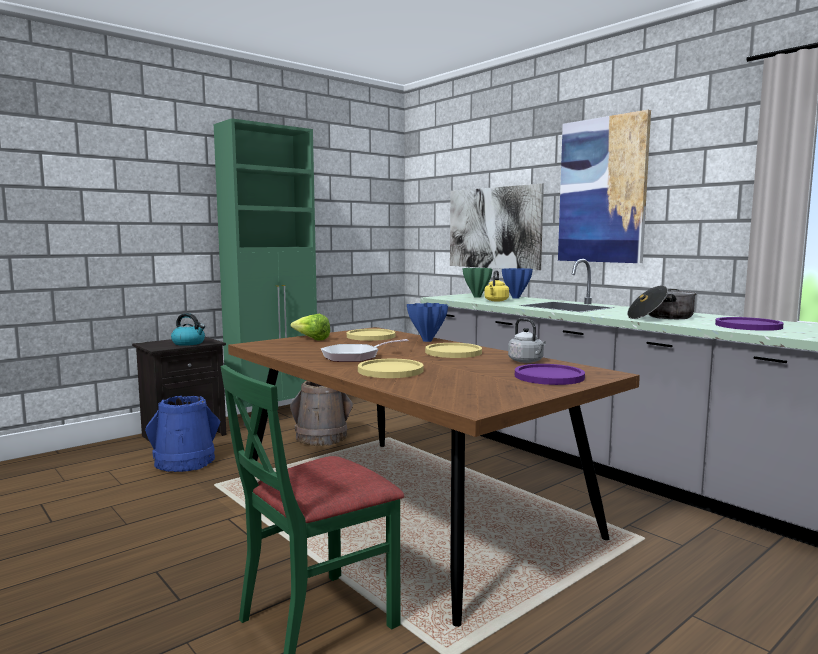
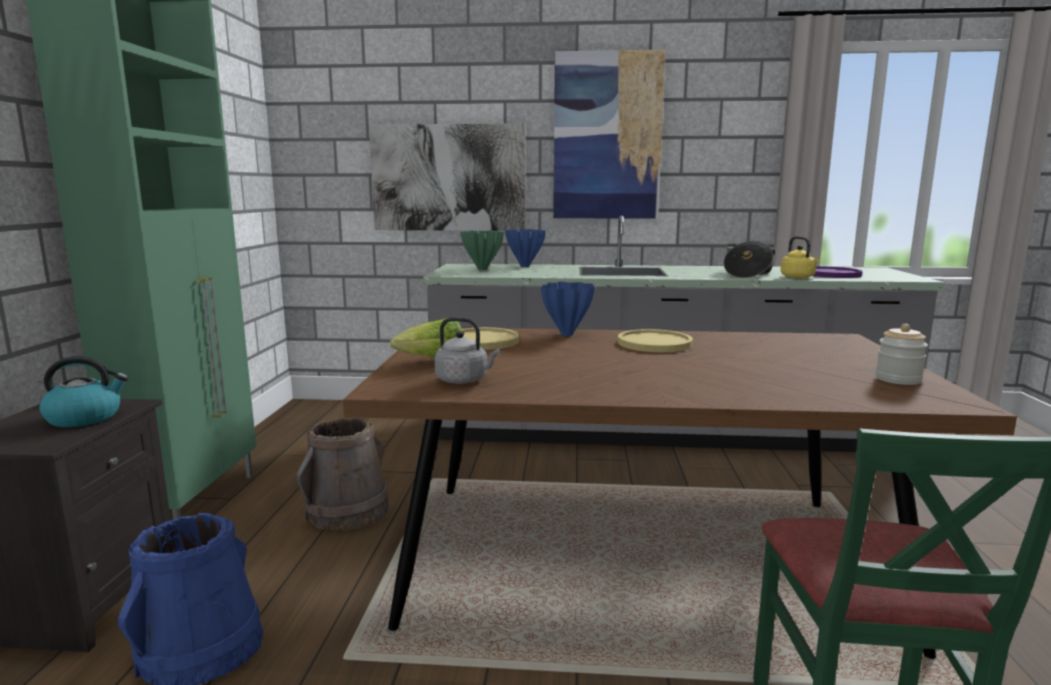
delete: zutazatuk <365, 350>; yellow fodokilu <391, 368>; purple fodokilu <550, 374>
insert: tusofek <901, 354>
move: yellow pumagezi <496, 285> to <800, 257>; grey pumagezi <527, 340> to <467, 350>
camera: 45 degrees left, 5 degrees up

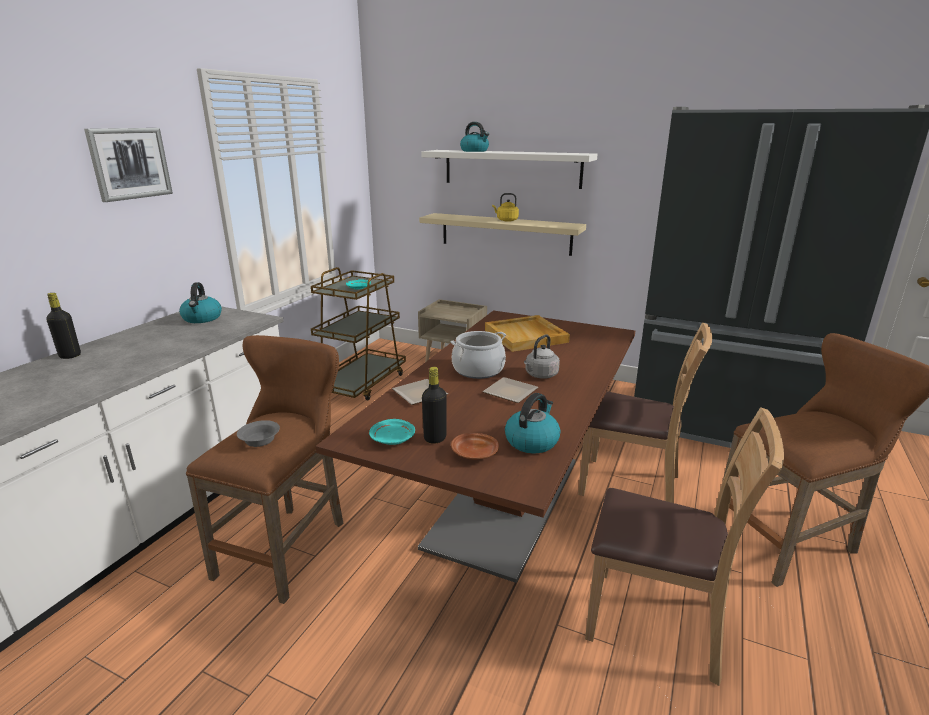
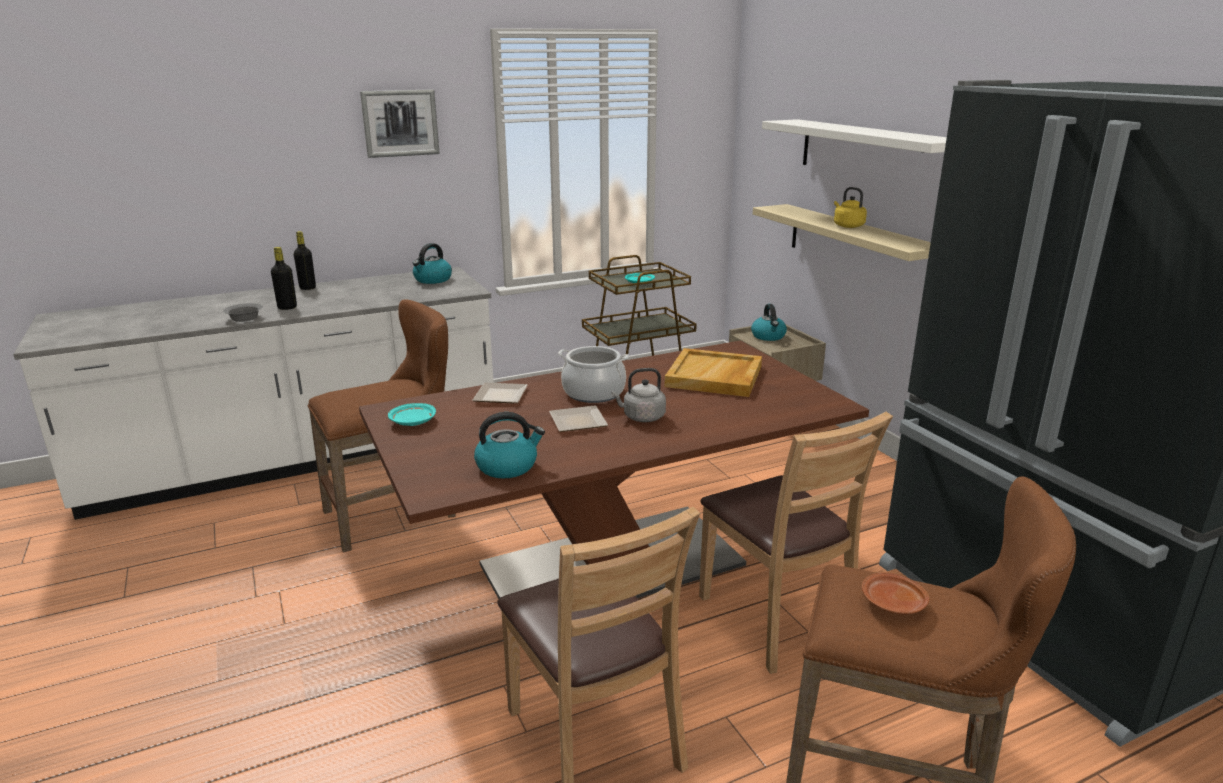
move: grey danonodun <258, 433> to <243, 312>; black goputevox <434, 405> to <284, 278>; brown fodokilu <475, 446> to <895, 593>; pumagezi <474, 137> to <769, 322>
camera: 40 degrees right, 0 degrees up

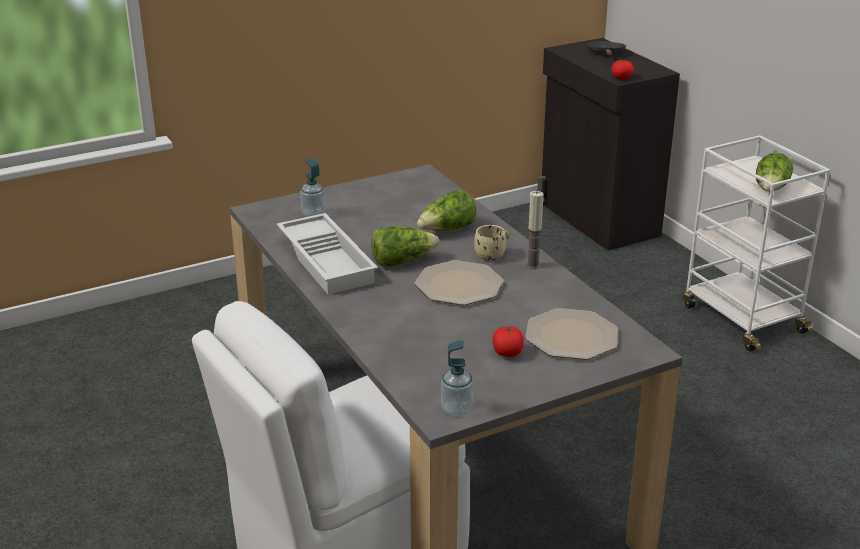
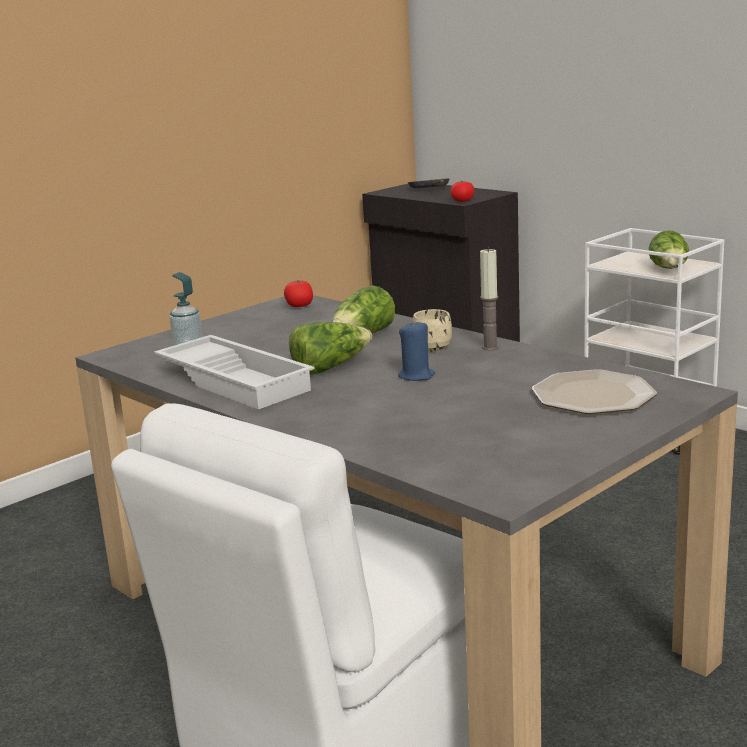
delete: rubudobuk <457, 378>
move: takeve <508, 341> to <298, 293>
replace: fodokilu <459, 282> to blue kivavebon <416, 351>
camera: 15 degrees left, 10 degrees down

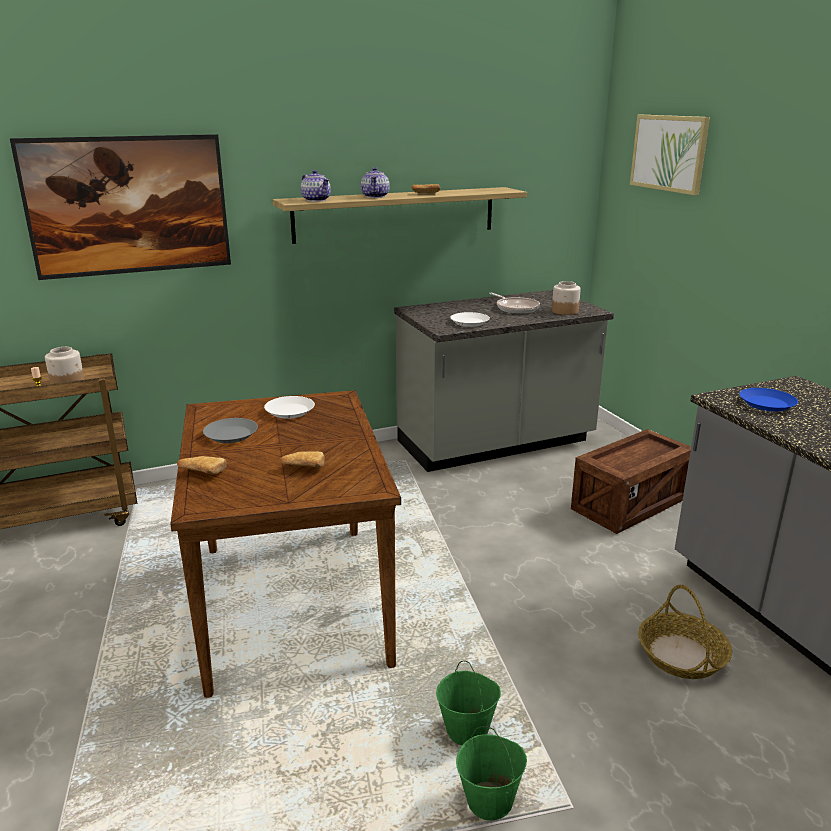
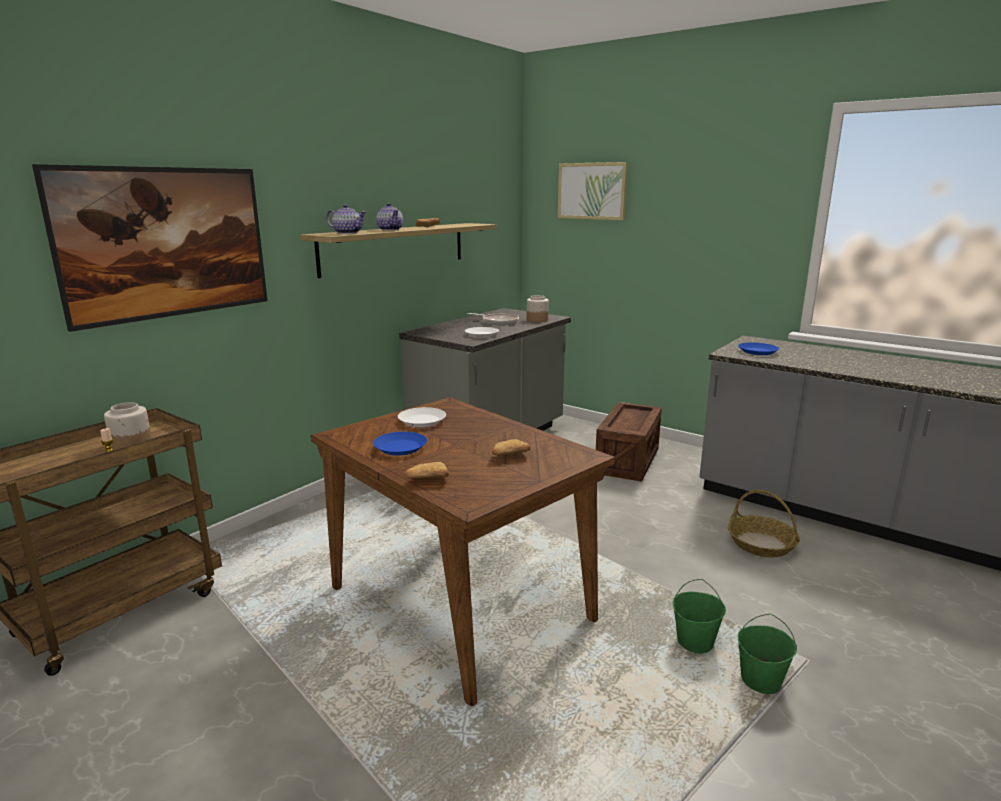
recolor: grey fodokilu <230, 430> to blue fodokilu <400, 444>
camera: 30 degrees left, 5 degrees down

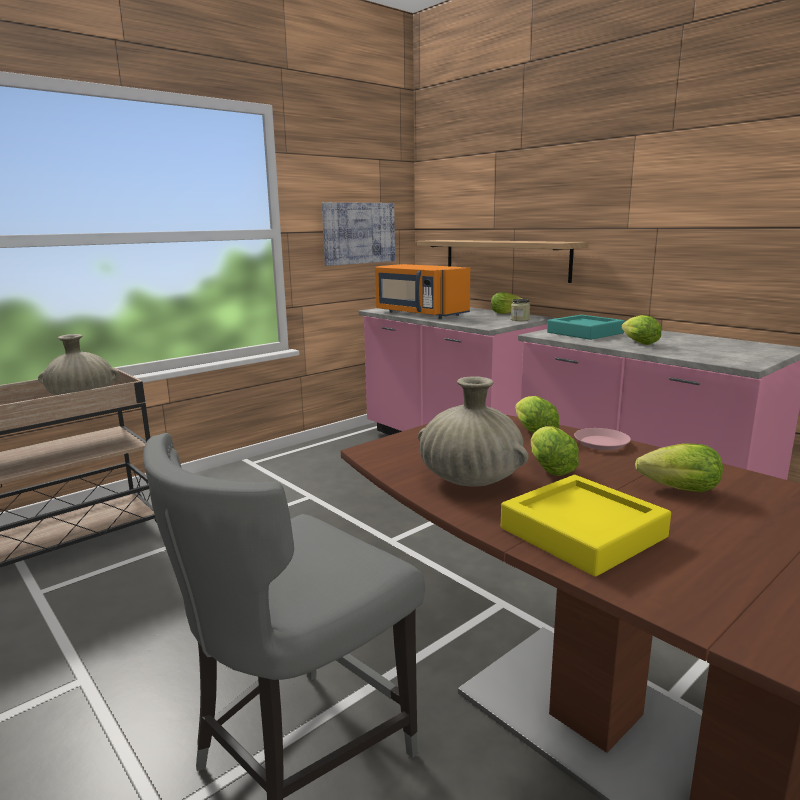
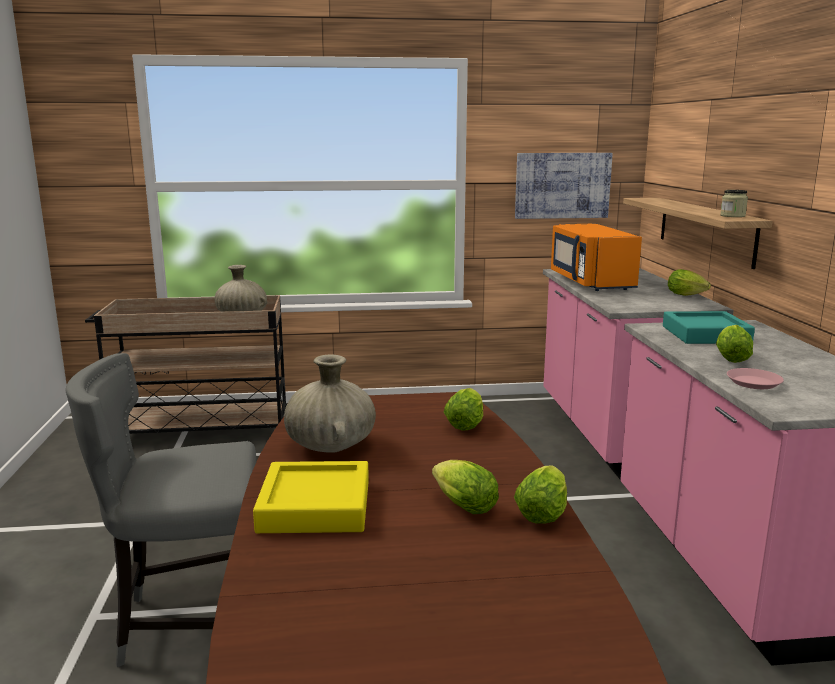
move: tusofek <520, 310> to <734, 203>; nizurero <555, 451> to <540, 494>; pink fodokilu <602, 439> to <755, 378>
camera: 35 degrees right, 0 degrees up

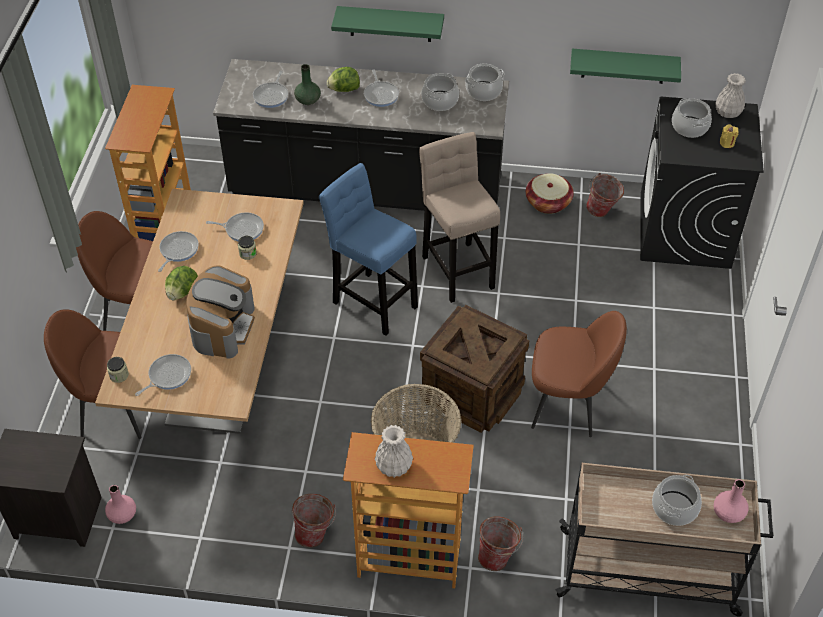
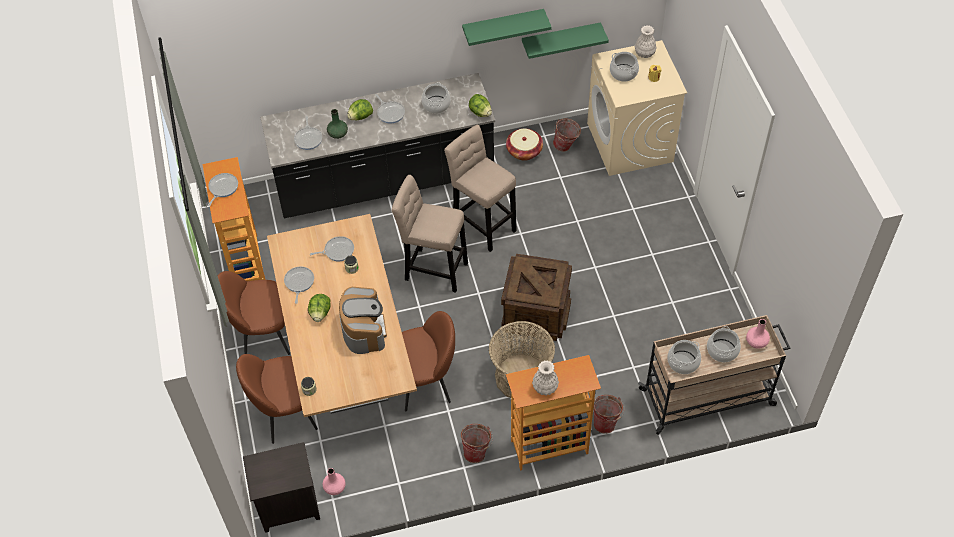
insert: nizurero <480, 105>
move: zutazatuk <163, 375> to <223, 189>; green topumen <387, 24> to <507, 27>; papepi <485, 82> to <684, 357>; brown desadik <579, 374> to <428, 361>
recolor: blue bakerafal <368, 249> to beige bakerafal <429, 234>; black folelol <702, 183> to beige folelol <637, 108>
camera: 20 degrees left, 5 degrees up

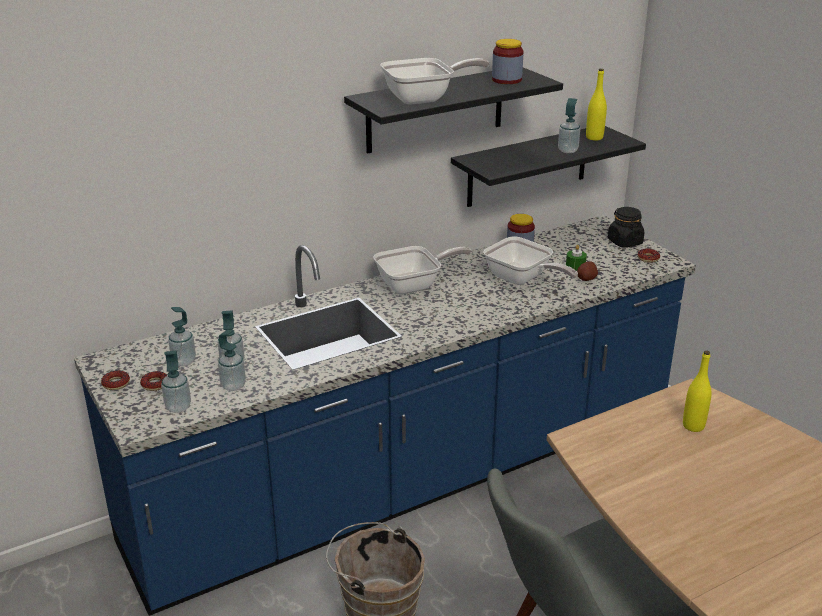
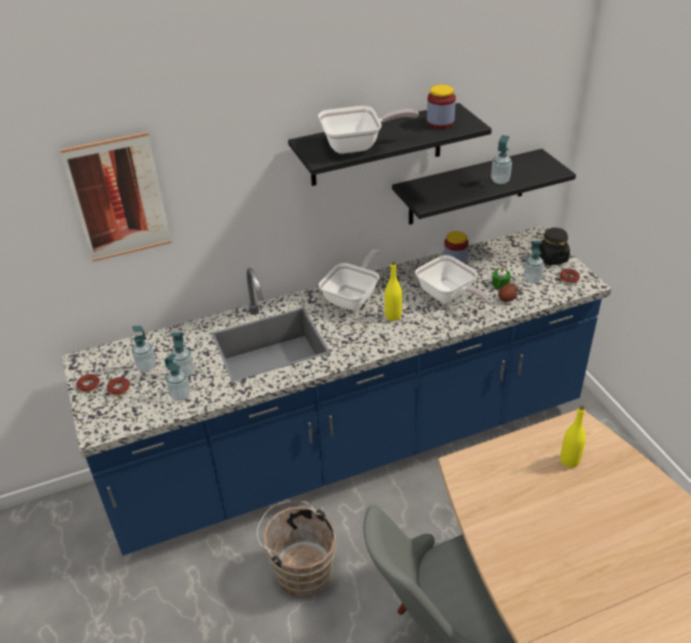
insert: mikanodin <116, 197>
move: rubudobuk <176, 381> to <534, 262>; yellow goputevox <596, 105> to <393, 291>
rotate: zutazatuk <422, 270> = <349, 279> 45 degrees counterclockwise
camera: 10 degrees right, 10 degrees up

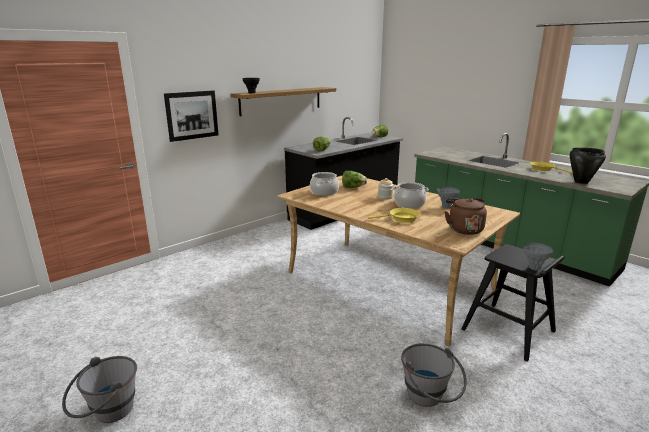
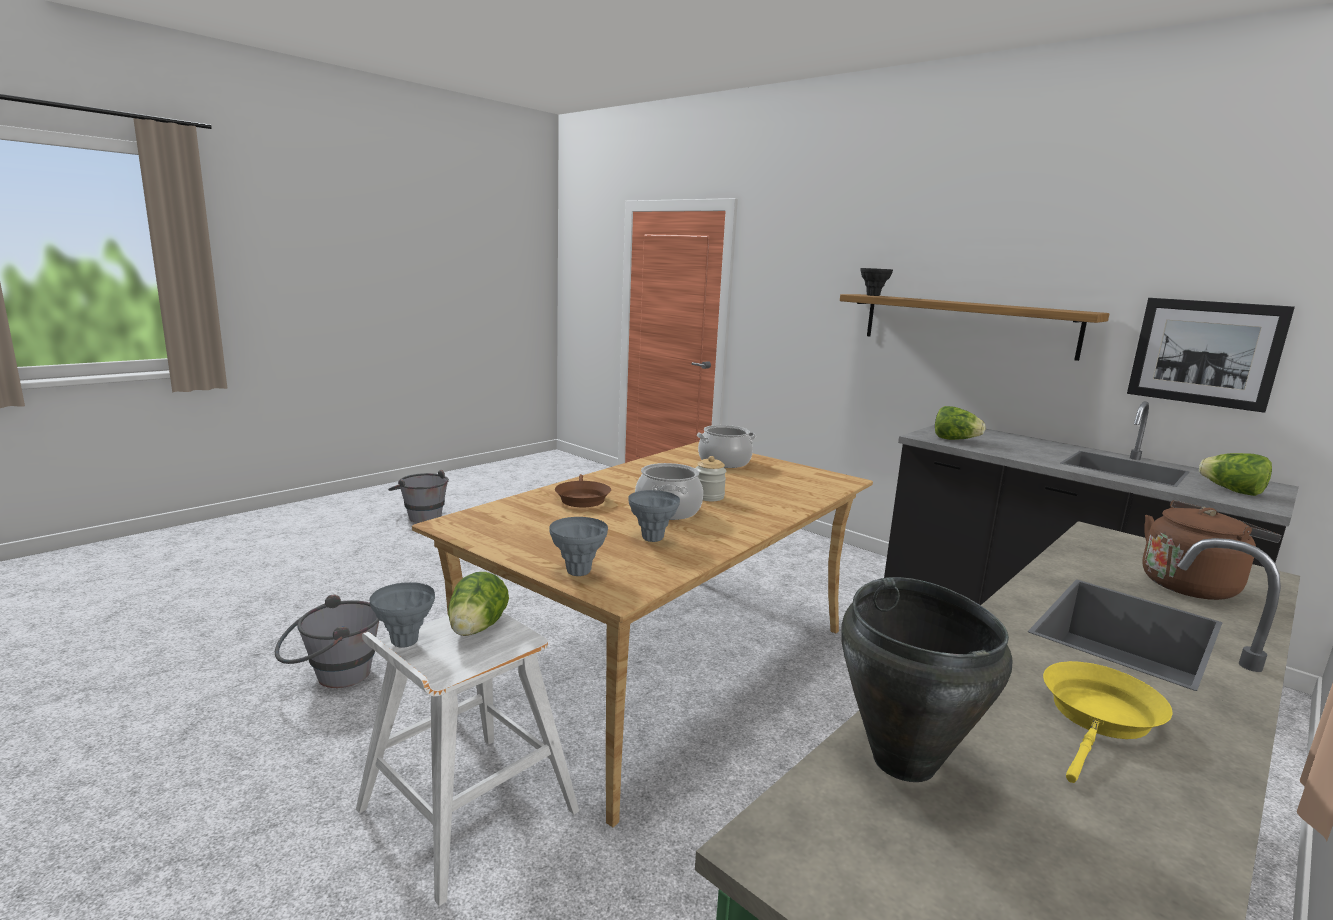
insert: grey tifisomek <578, 546>
move: mikanodin <191, 116> to <1211, 355>; nizurero <354, 179> to <478, 604>; brown pumagezi <466, 216> to <1211, 550>
recolor: yellow zutazatuk <394, 215> to brown zutazatuk <583, 490>; black bakerafal <513, 303> to white bakerafal <467, 759>
camera: 85 degrees right, 5 degrees down

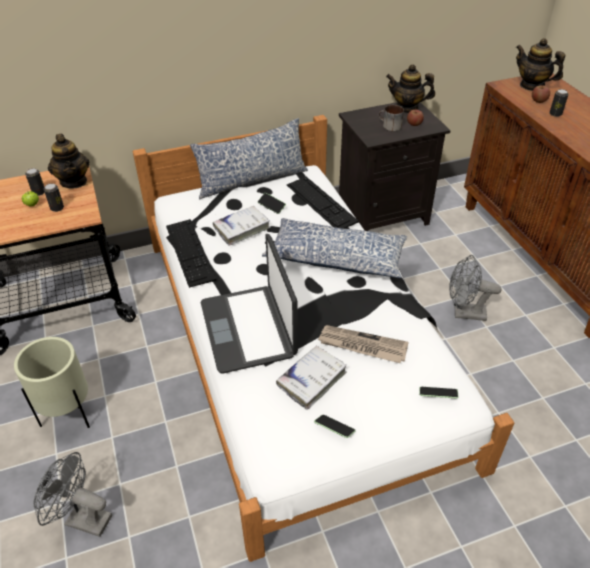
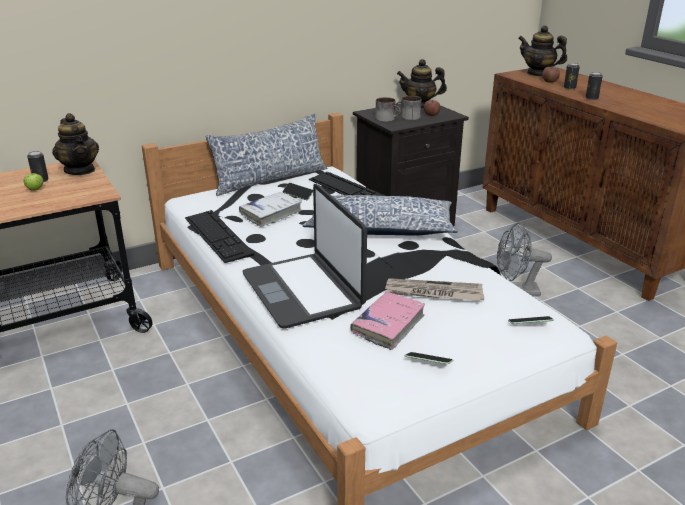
delete: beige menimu <52, 382>
insert: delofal <388, 109>
move: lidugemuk <54, 197> to <594, 86>
recolor: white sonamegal <311, 377> to pink sonamegal <387, 321>
camera: 10 degrees left, 15 degrees down

